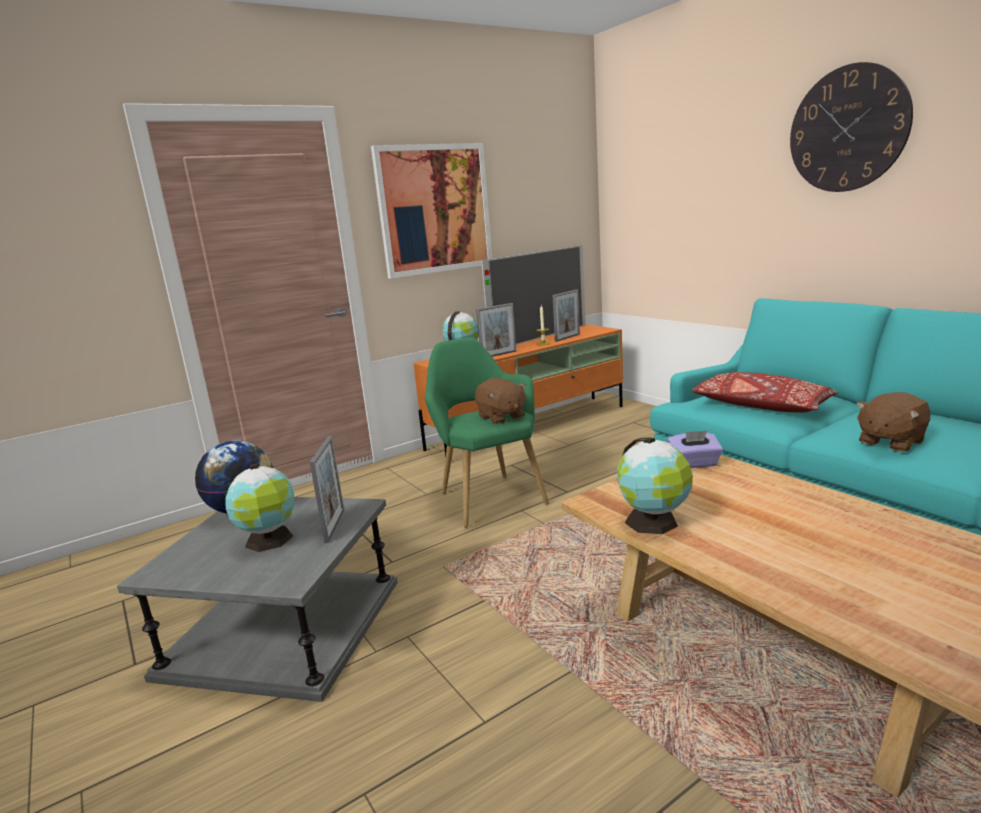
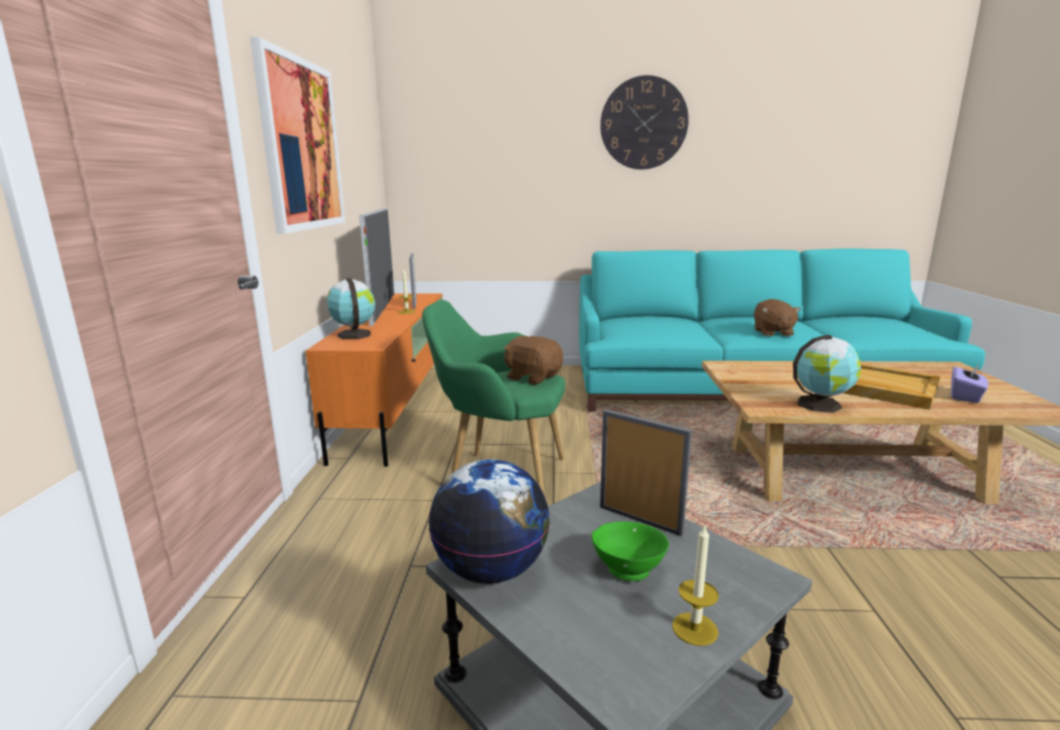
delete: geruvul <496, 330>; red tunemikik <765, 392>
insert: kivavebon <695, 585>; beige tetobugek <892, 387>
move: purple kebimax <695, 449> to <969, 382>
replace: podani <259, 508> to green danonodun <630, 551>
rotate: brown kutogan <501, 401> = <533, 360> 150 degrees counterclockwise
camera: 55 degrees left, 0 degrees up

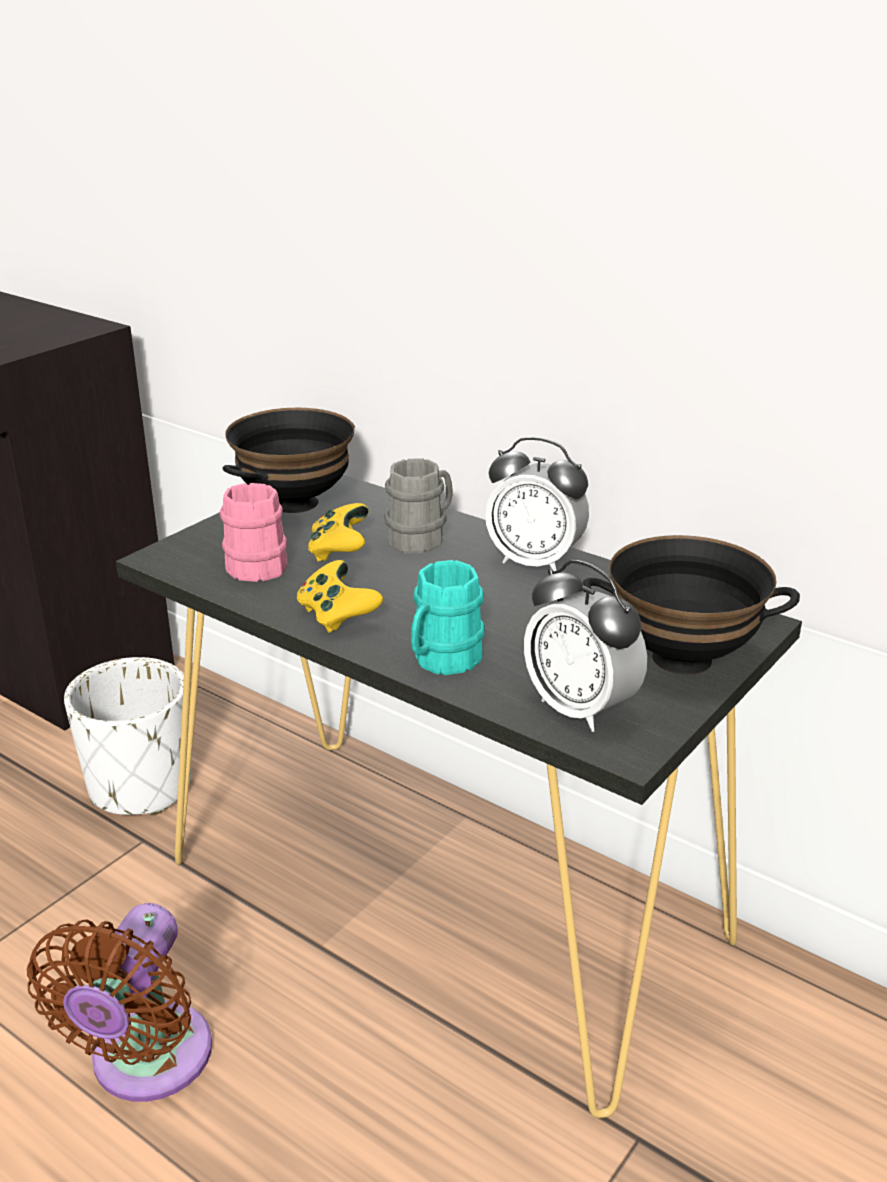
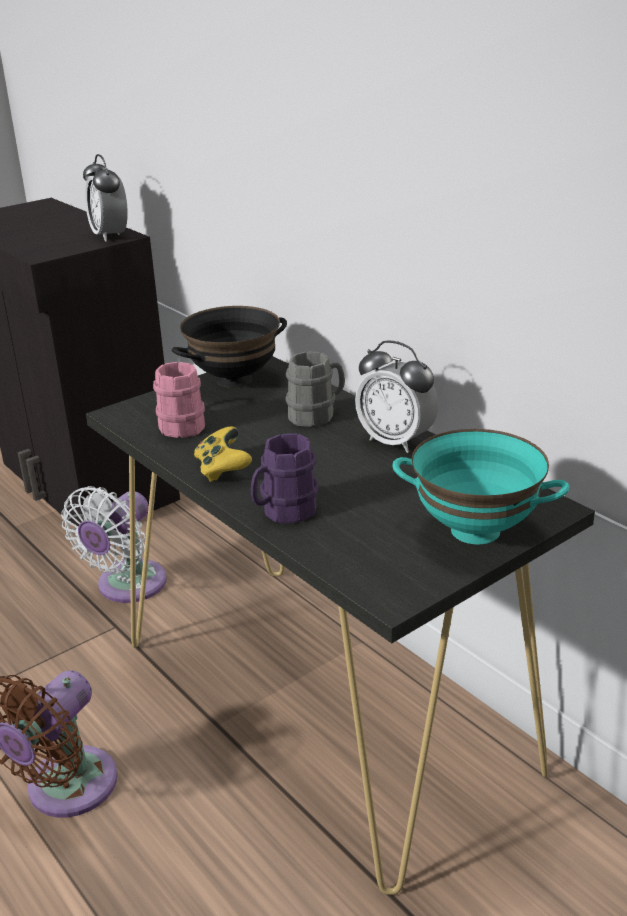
delete: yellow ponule <338, 532>
move: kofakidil <585, 646> to <105, 198>
replace: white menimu <127, 736> to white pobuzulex <114, 544>
recolor: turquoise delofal <448, 617> to purple delofal <285, 478>; black danonodun <691, 605> to turquoise danonodun <481, 487>
camera: 15 degrees right, 0 degrees up

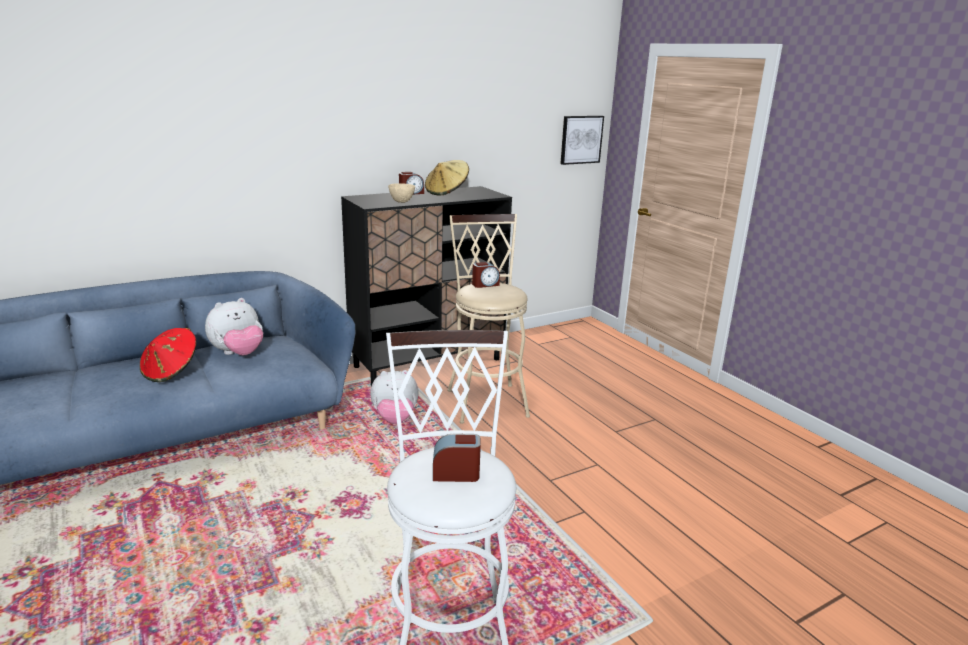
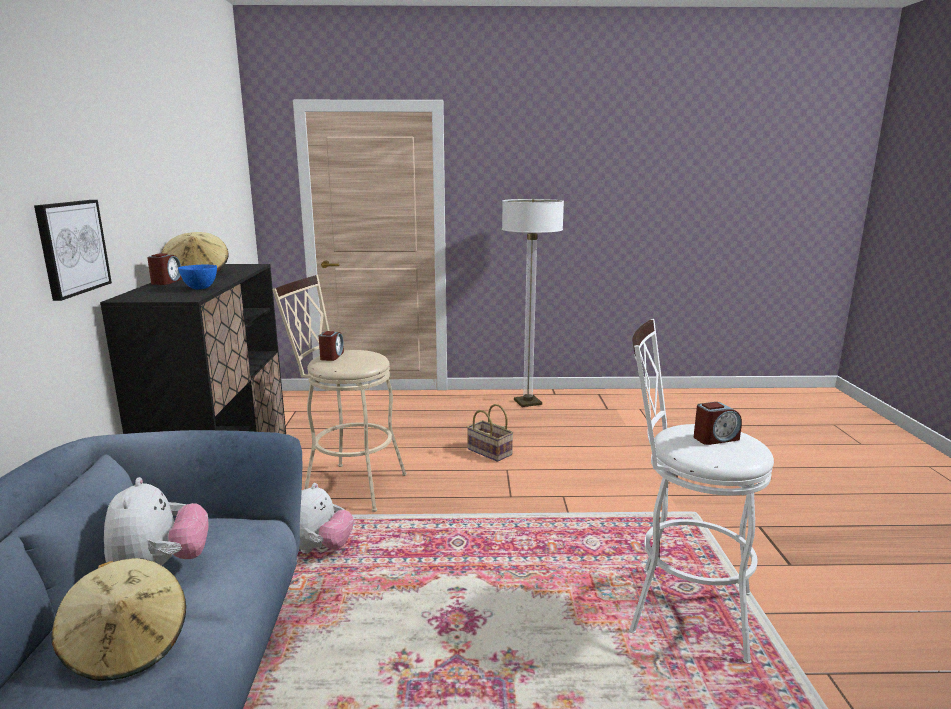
insert: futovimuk <490, 433>; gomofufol <533, 303>
move: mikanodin <582, 140> to <73, 250>
recolor: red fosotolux <168, 355> to beige fosotolux <118, 619>; beige danonodun <401, 193> to blue danonodun <197, 277>
rotate: kofakidil <457, 457> = <718, 423> 135 degrees counterclockwise
camera: 60 degrees left, 5 degrees down

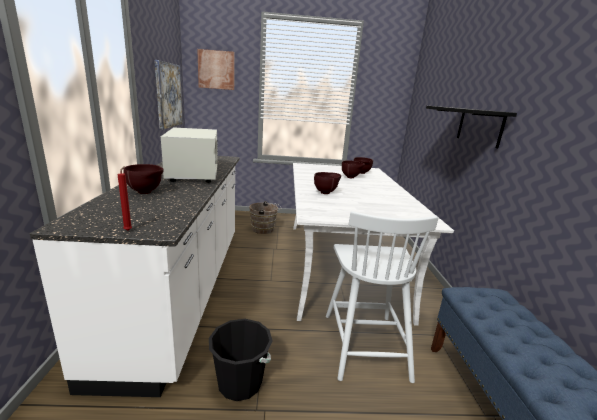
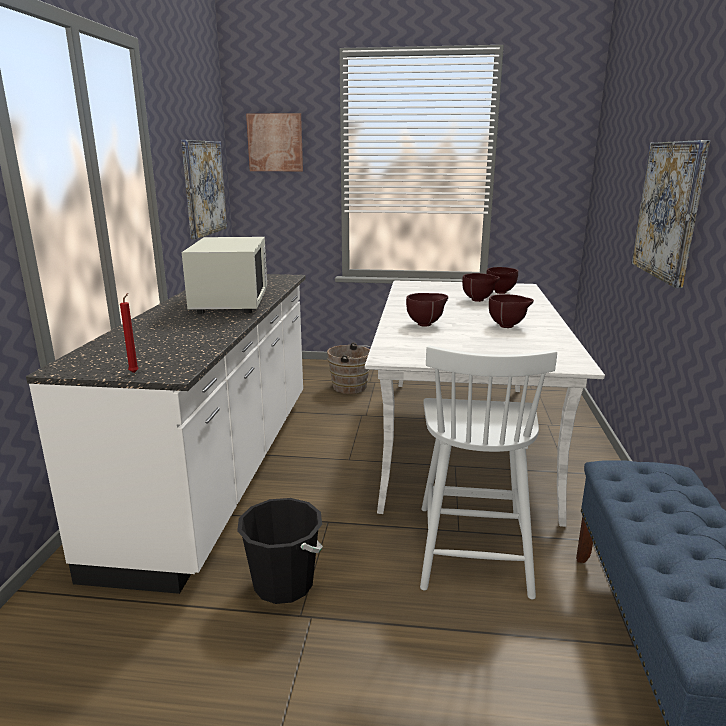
move: brown danonodun <143, 179> to <511, 311>
replace: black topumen <471, 127> to mikanodin <671, 214>
camera: 10 degrees right, 0 degrees up

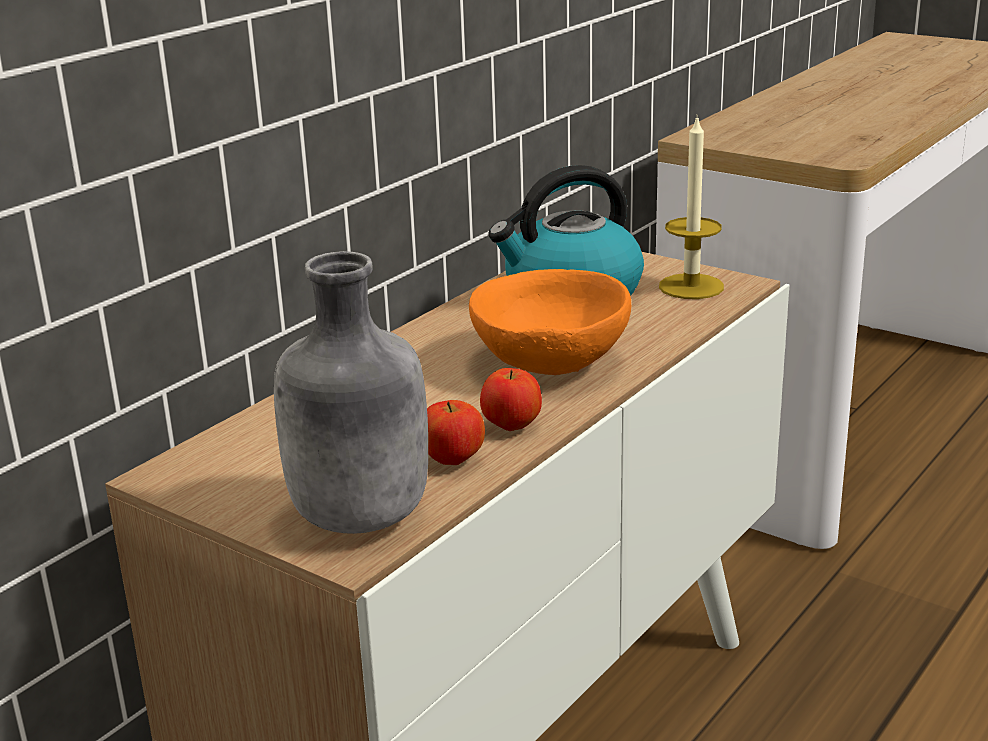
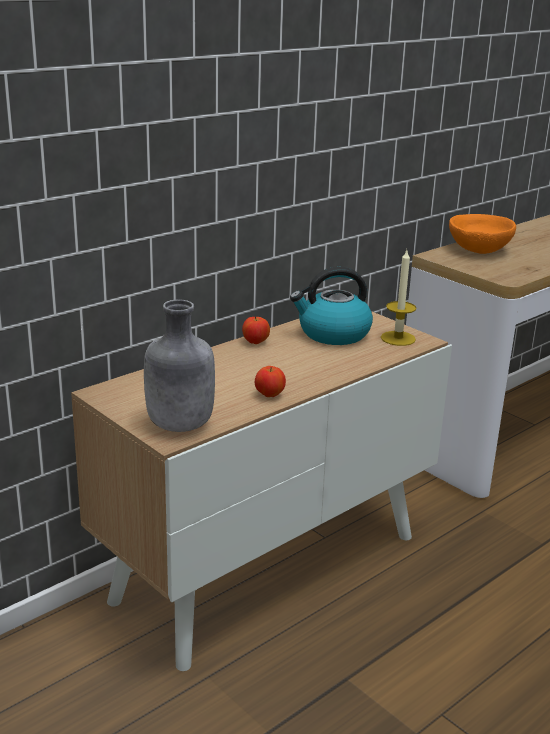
move: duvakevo <456, 432> to <256, 330>; orange danonodun <550, 322> to <482, 234>
camera: 10 degrees right, 0 degrees up

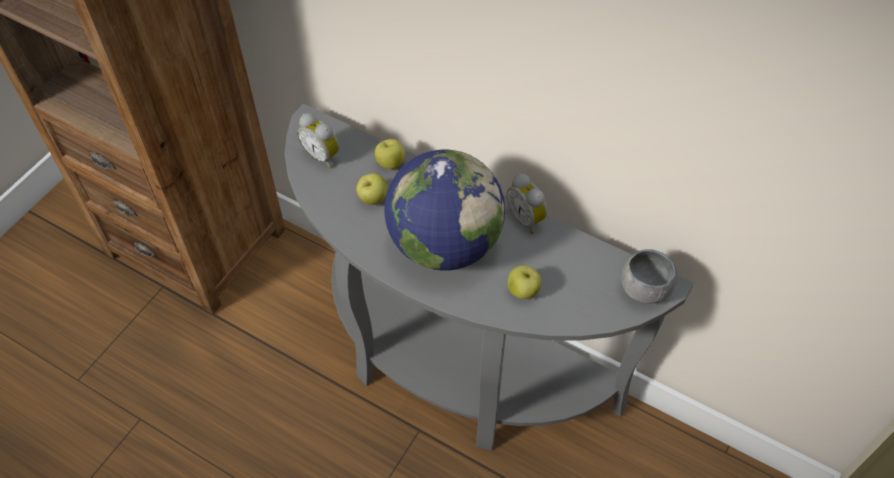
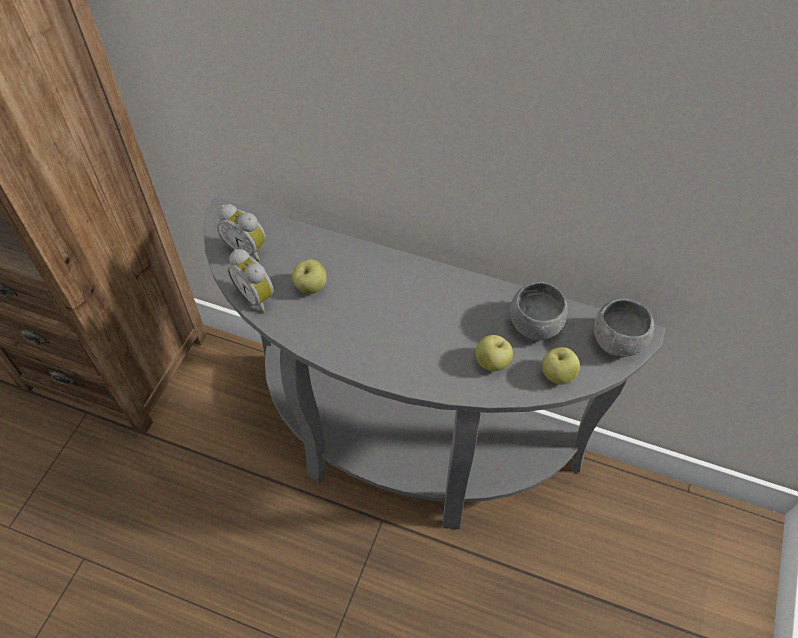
delete: podani <444, 210>
insert: grey danonodun <538, 311>
move: duvakevo <389, 154> to <561, 366>; kofakidil <526, 204> to <251, 281>
camera: 10 degrees left, 0 degrees up

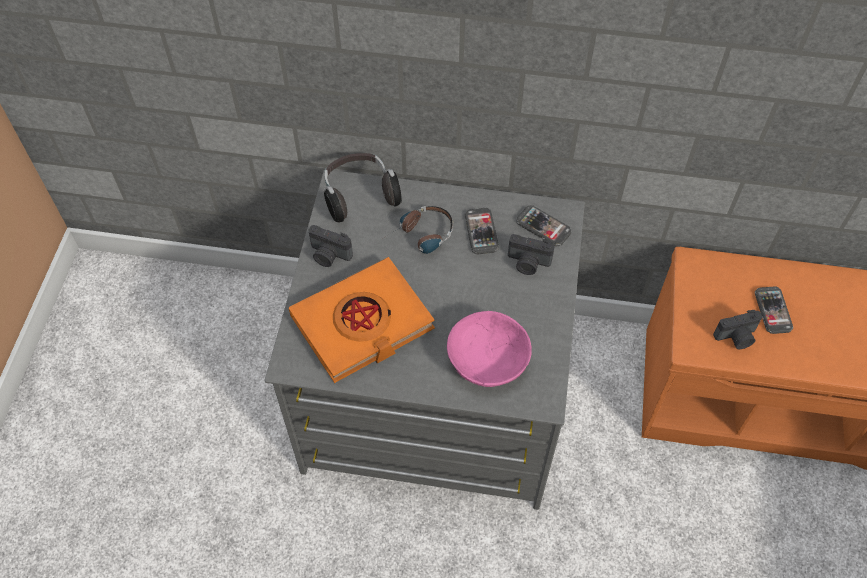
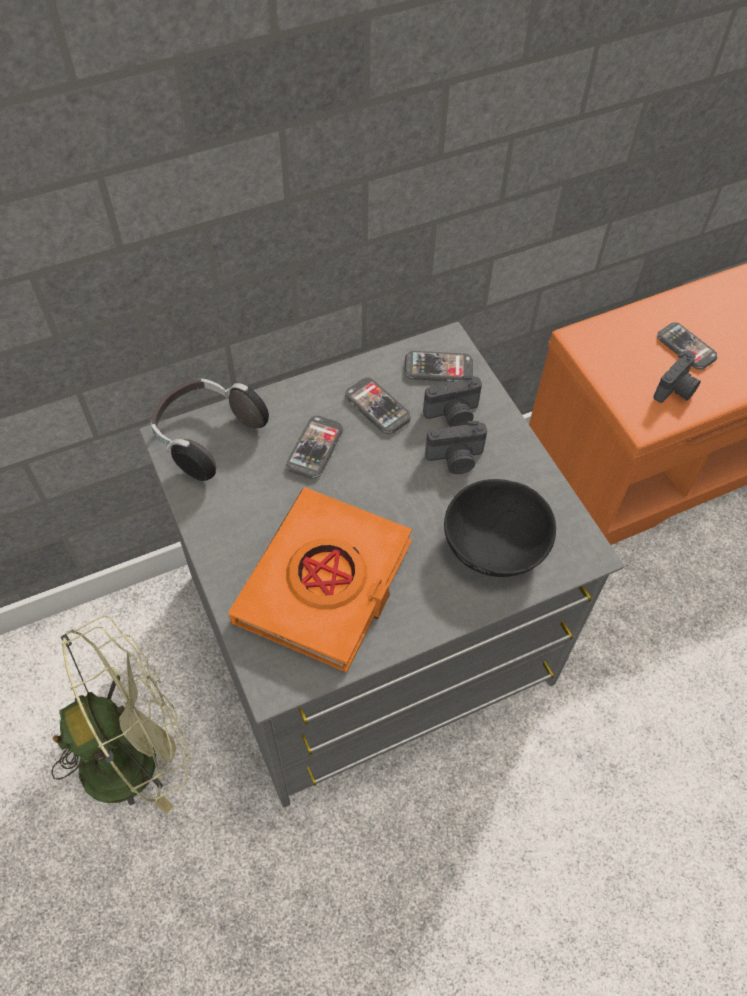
insert: green pobuzulex <121, 714>
move: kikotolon <331, 246> to <456, 447>
replace: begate <418, 230> to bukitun <315, 447>
recolor: pink danonodun <489, 349> to black danonodun <500, 528>
camera: 35 degrees left, 0 degrees up

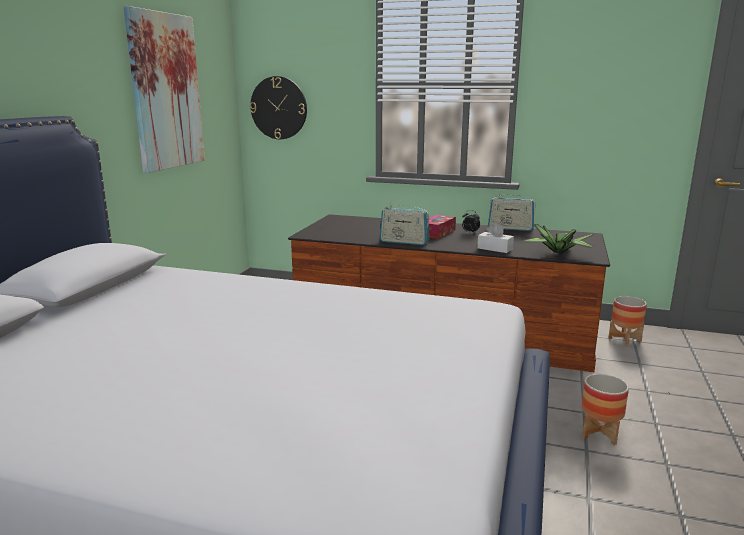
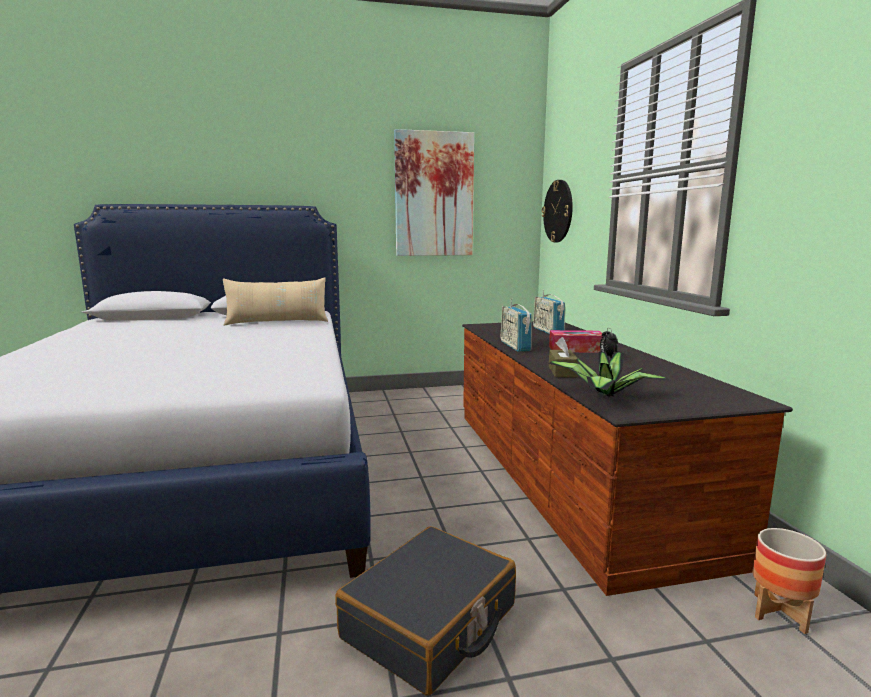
insert: beige tunemikik <275, 302>
move: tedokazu <511, 211> to <549, 311>
replace: menimu <605, 409> to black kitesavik <425, 611>
recolor: white kebimax <495, 238> to brown kebimax <564, 357>
camera: 60 degrees right, 5 degrees down

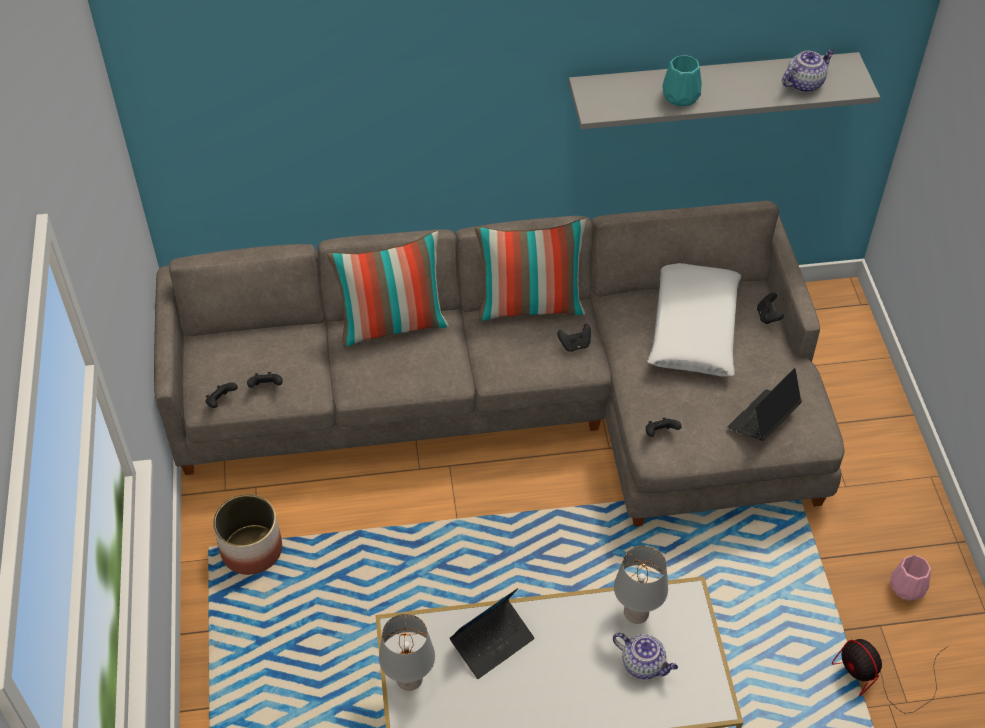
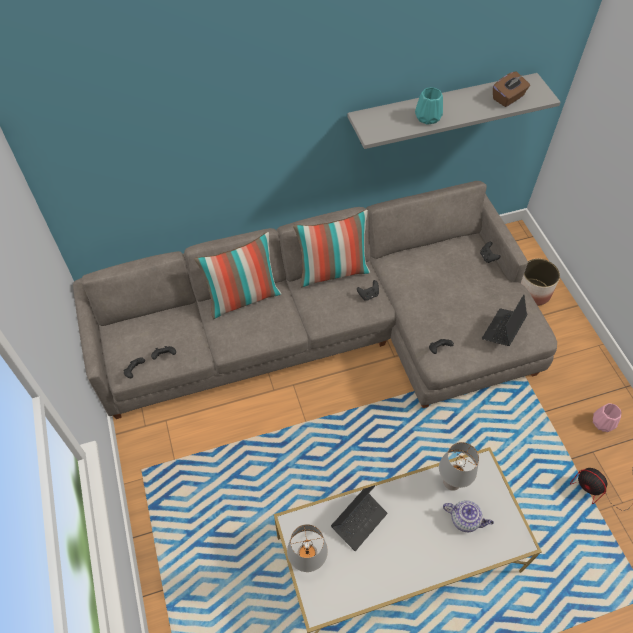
delete: white tunemikik <694, 319>
move: menimu <247, 534> to <540, 282>
replace: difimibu <808, 70> to brown kebimax <511, 89>
camera: 10 degrees left, 5 degrees up

